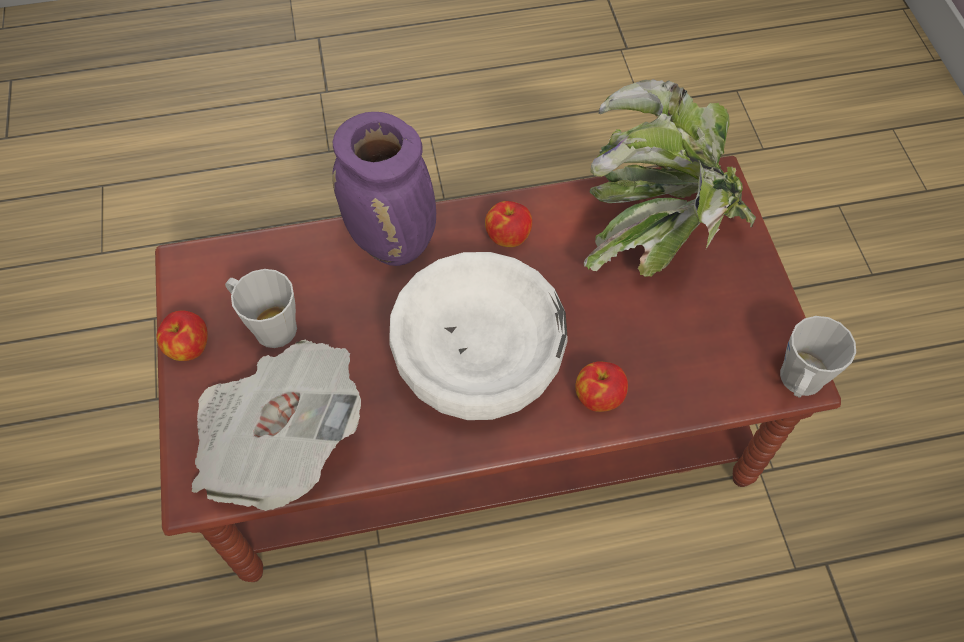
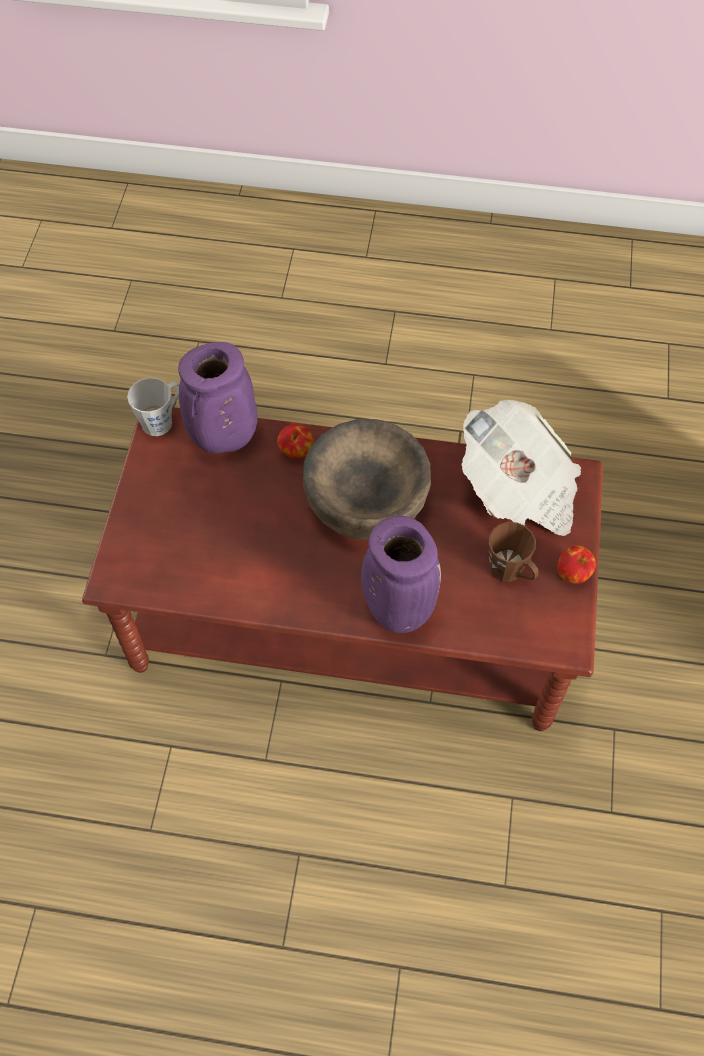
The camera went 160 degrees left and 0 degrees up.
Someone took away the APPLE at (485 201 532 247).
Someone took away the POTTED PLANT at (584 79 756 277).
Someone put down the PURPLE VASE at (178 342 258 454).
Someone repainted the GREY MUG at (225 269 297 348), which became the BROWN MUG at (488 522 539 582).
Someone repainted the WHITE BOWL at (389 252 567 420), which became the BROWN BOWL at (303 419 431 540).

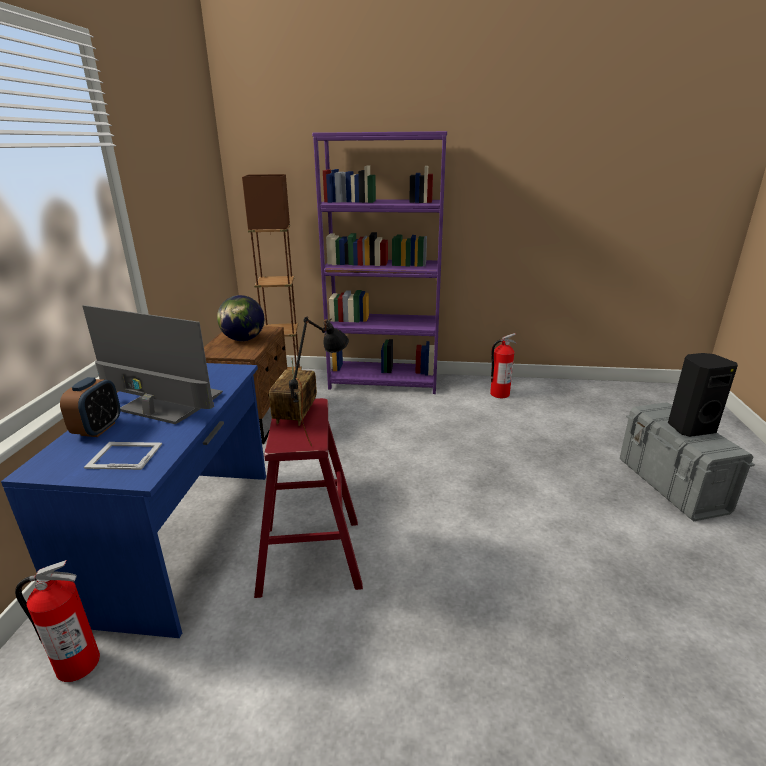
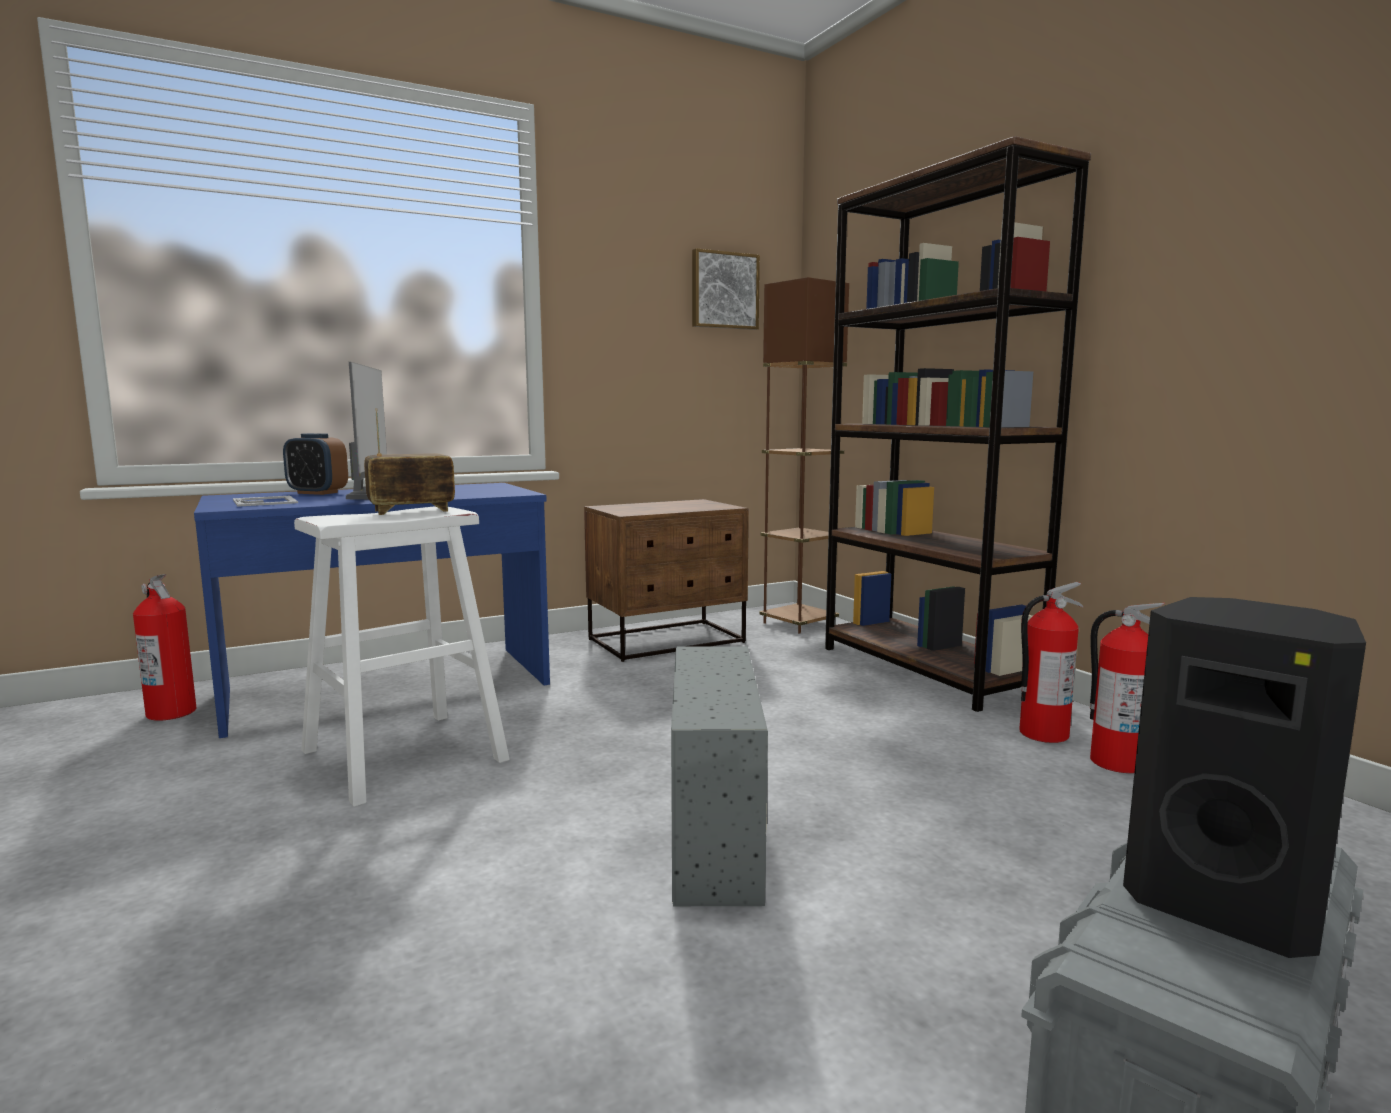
The camera went 55 degrees right and 15 degrees down.
Someone took away the GLOBE at (217 295 264 341).
Someone took away the BLACK TABLE LAMP at (289 317 349 447).
Someone put down the GREY STORAGE BOX at (671 646 768 906).
Someone put up the PICTURE at (692 248 760 330).
Someone put down the FIRE EXTINGUISHER at (1019 582 1083 743).
Someone repainted the RED STOOL at (254 398 363 598), which became the WHITE STOOL at (294 506 510 807).
Someone repainted the PURPLE BOOKCASE at (312 131 447 394), which became the BROWN BOOKCASE at (825 136 1091 712).
Someone rotated the ALARM CLOCK at (60 377 120 437) by 45 degrees clockwise.

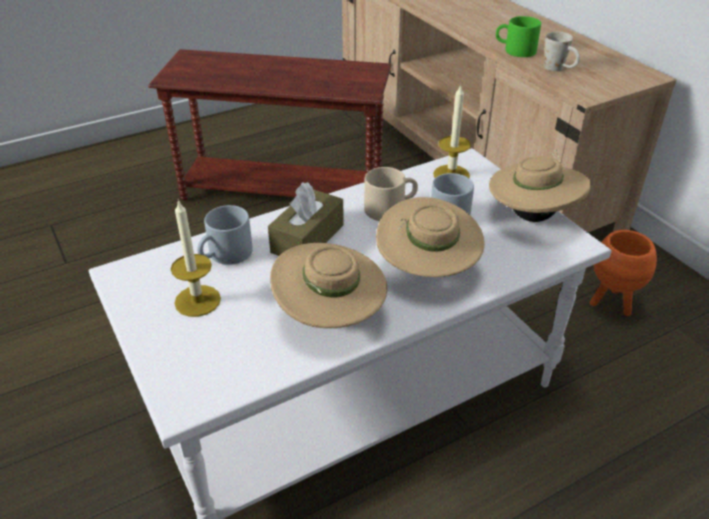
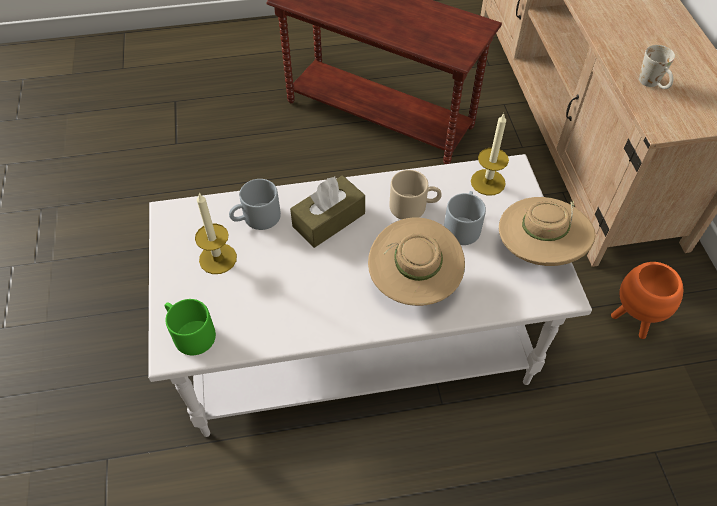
The camera went 20 degrees right and 15 degrees up.
Someone took away the BEIGE HAT at (270 243 388 328).
Someone carried the GREEN MUG from (496 16 541 57) to (164 299 216 355).

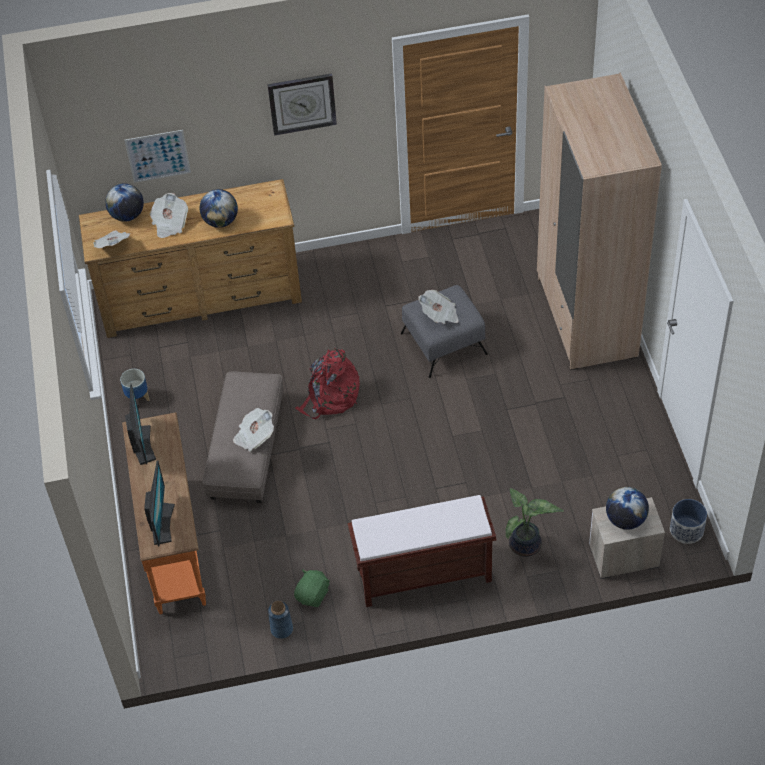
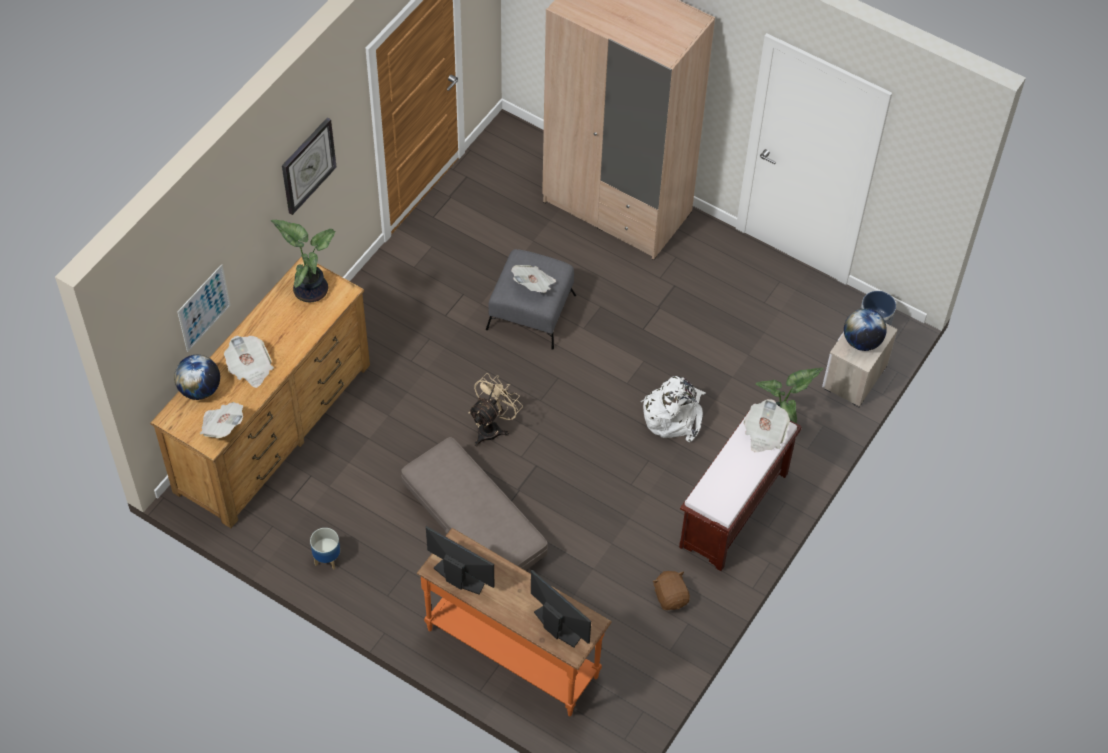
The camera went 50 degrees left and 5 degrees up.
Someone took away the GLOBE at (200 189 238 228).
Someone took away the BLUE VASE at (268 601 293 639).
Someone put down the POTTED PLANT at (271 220 335 302).
Someone put down the WHITE BACKPACK at (641 376 706 442).
Someone carried the NEWSPAPER from (233 408 274 452) to (744 399 790 452).
Someone swapped the RED BACKPACK at (295 348 360 419) for the BEIGE FAN at (468 373 523 447).
Someone repainted the GREEN PLUSH TOY at (294 569 330 607), which became the BROWN PLUSH TOY at (652 571 690 610).

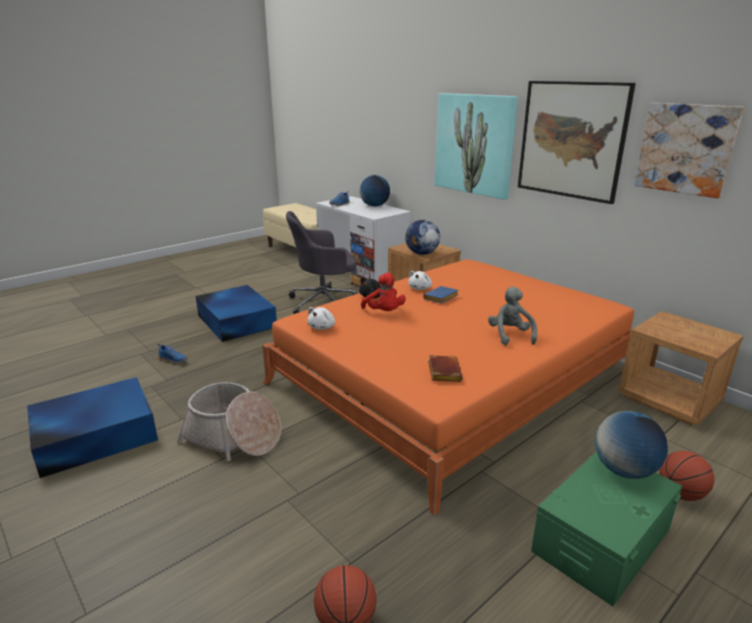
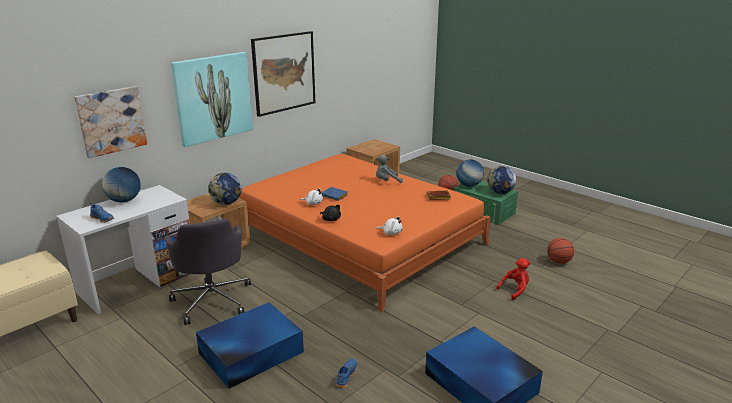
The camera went 95 degrees left and 0 degrees up.
Someone took away the BASKET at (177 382 282 461).
Someone put down the GLOBE at (487 166 516 194).
Someone carried the RED PLUSH TOY from (361 273 406 311) to (496 258 530 300).
Someone carried the PICTURE from (634 103 744 198) to (74 86 147 158).

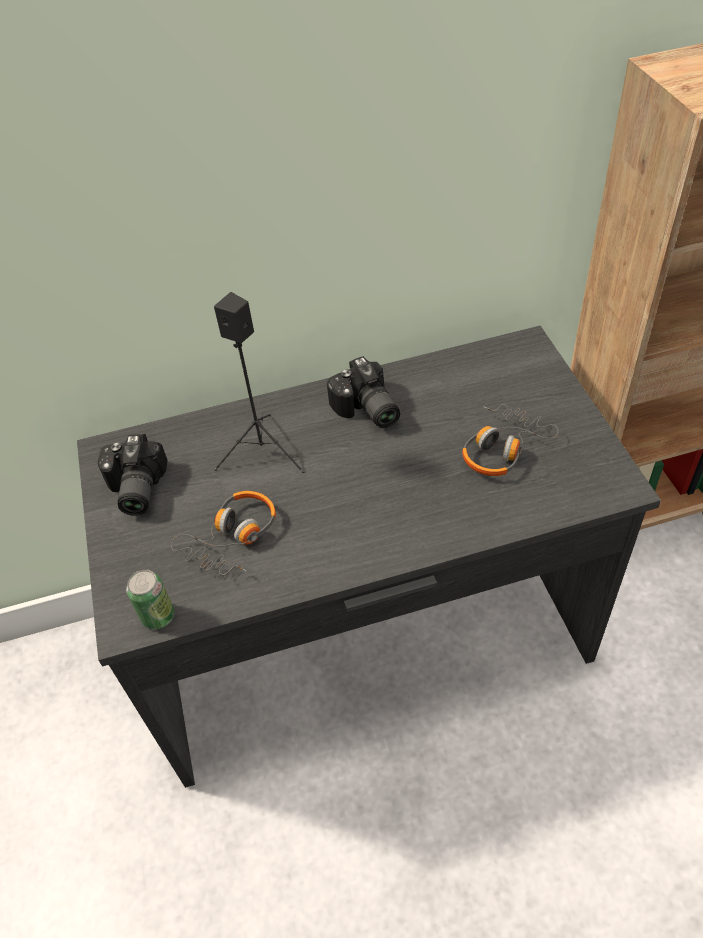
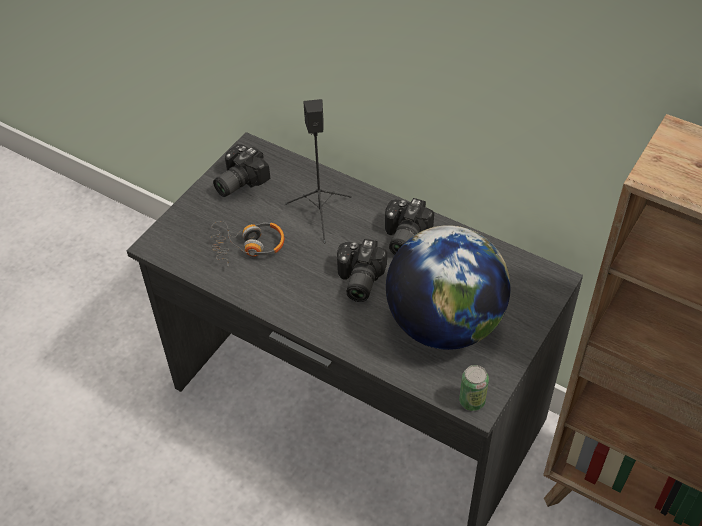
The camera went 45 degrees right and 0 degrees up.
Someone put down the PHOTO CAMERA at (337 239 387 302).
Someone carried the CAN from (126 569 174 629) to (459 365 489 411).
Someone swapped the HEADPHONES at (462 404 559 476) for the GLOBE at (386 225 511 350).

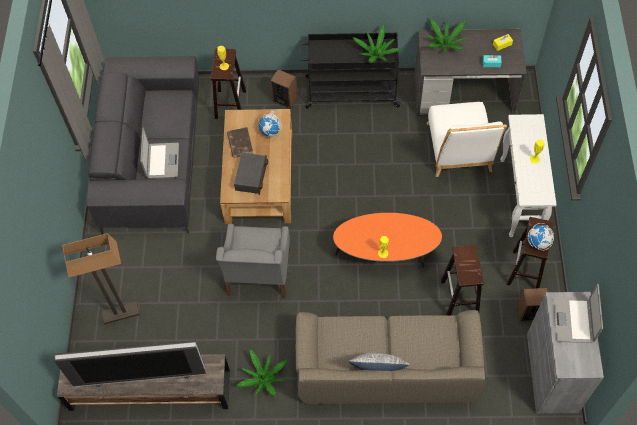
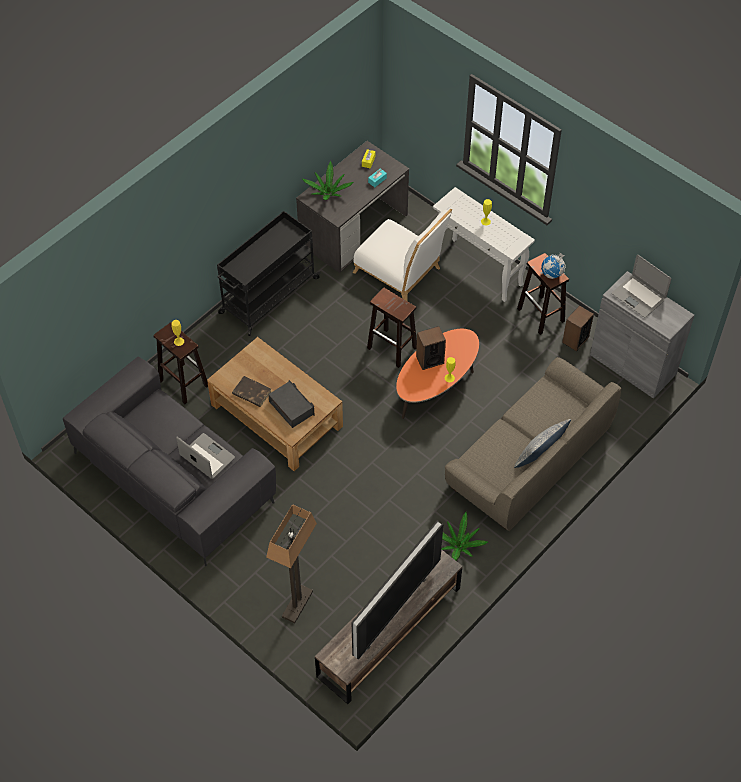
The camera went 50 degrees left and 5 degrees down.
Someone took away the GREY ARMCHAIR at (216 224 290 298).
Someone took away the GLOBE at (258 111 282 137).
Someone took away the POTTED PLANT at (353 25 402 63).
Someone carried the SPEAKER from (270 69 298 109) to (416 326 446 370).
Someone carried the BROWN STOOL from (441 245 484 315) to (367 287 417 368).

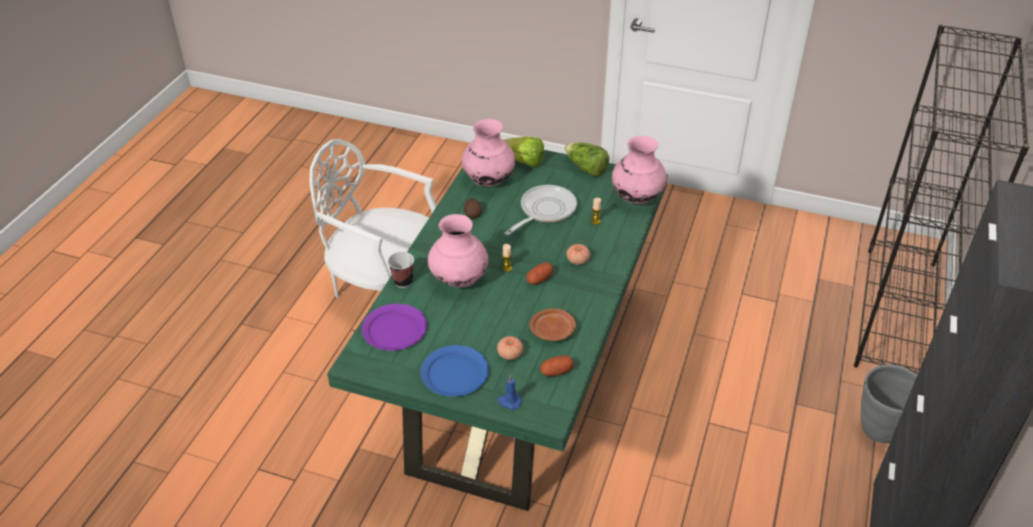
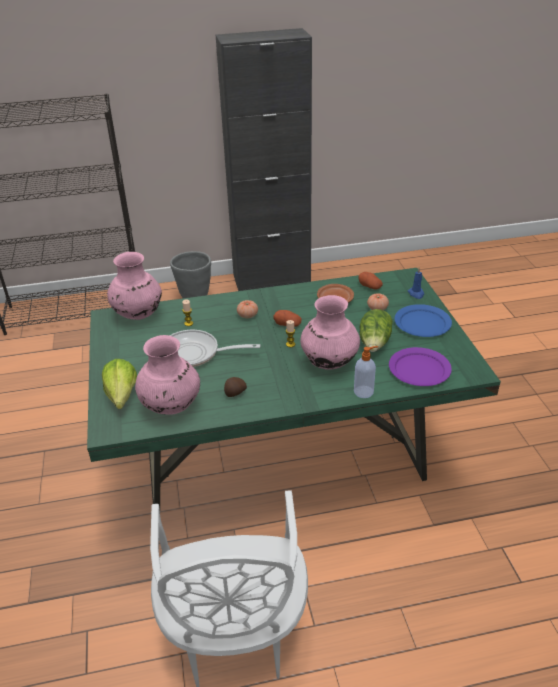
The camera went 120 degrees left and 5 degrees down.
Someone carried the LETTUCE from (565 143 610 176) to (359 309 393 352).
Someone swapped the CUP at (388 252 414 288) for the SOAP DISPENSER at (354 346 378 398).

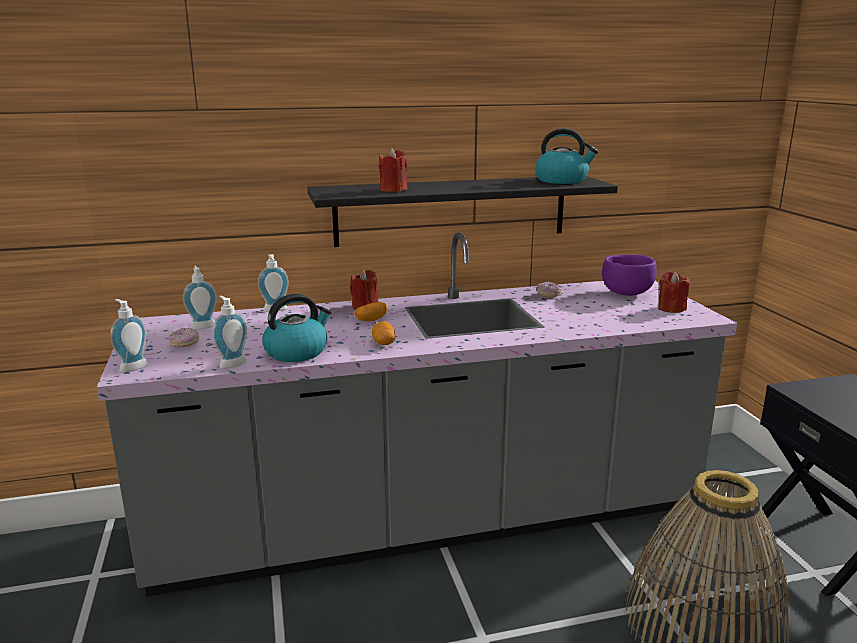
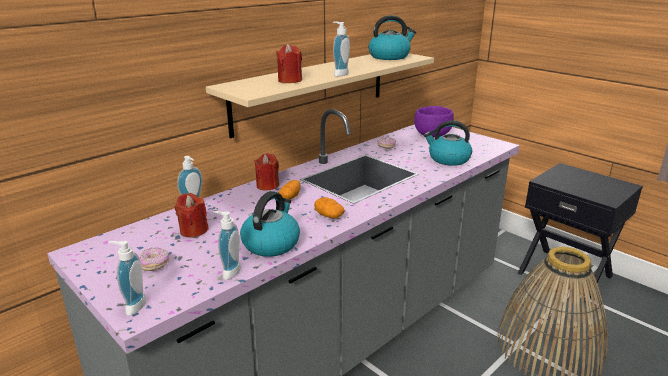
The camera went 30 degrees left and 5 degrees up.
Someone put down the KETTLE at (424 120 472 166).
Someone carried the SOAP DISPENSER from (183 266 217 329) to (333 21 350 77).
Someone carried the RED CANDLE from (658 271 689 313) to (175 193 209 237).
Someone repainted the BLACK SHELF at (307 176 618 247), which became the BEIGE SHELF at (206 53 434 138).

